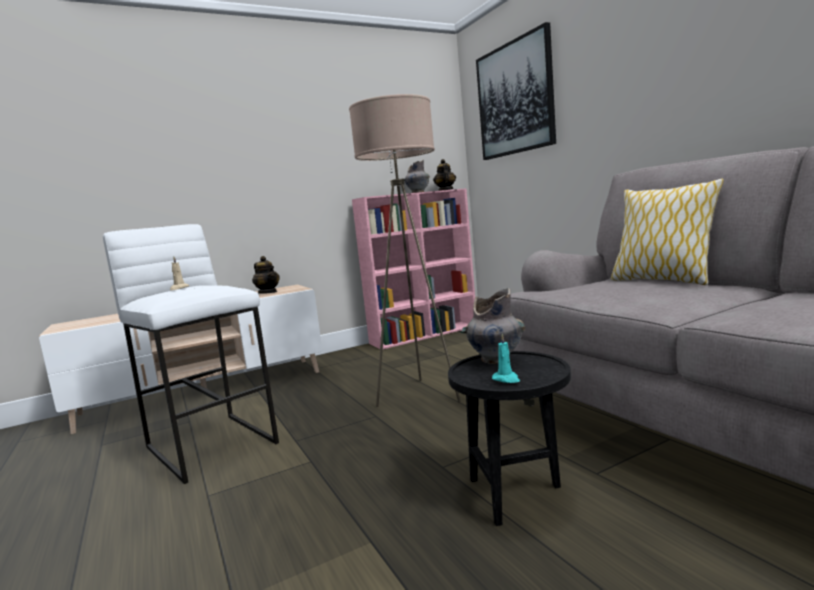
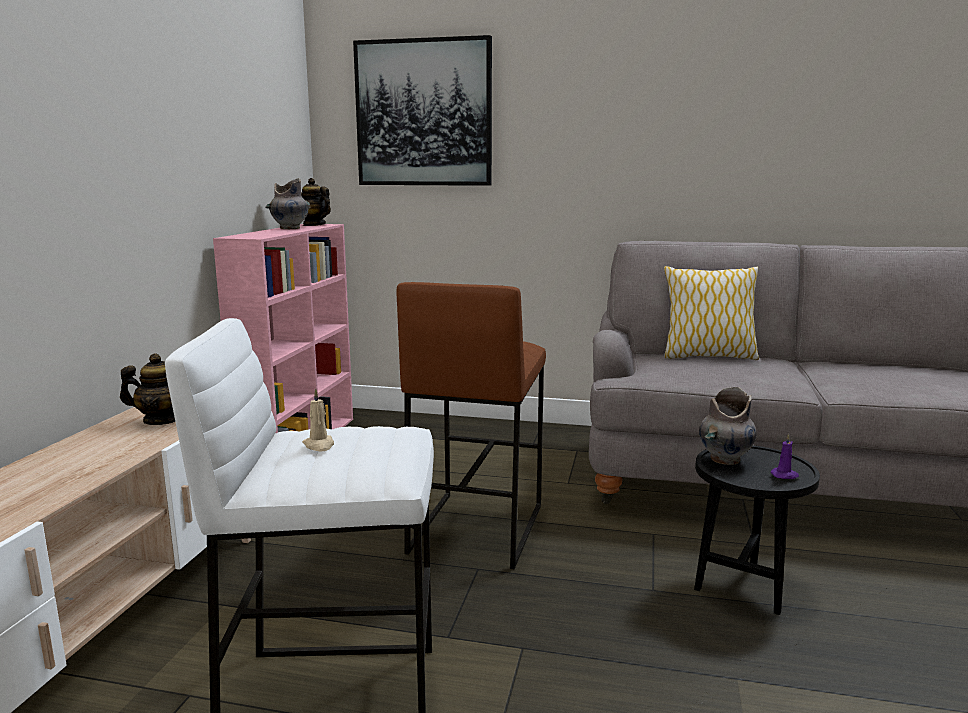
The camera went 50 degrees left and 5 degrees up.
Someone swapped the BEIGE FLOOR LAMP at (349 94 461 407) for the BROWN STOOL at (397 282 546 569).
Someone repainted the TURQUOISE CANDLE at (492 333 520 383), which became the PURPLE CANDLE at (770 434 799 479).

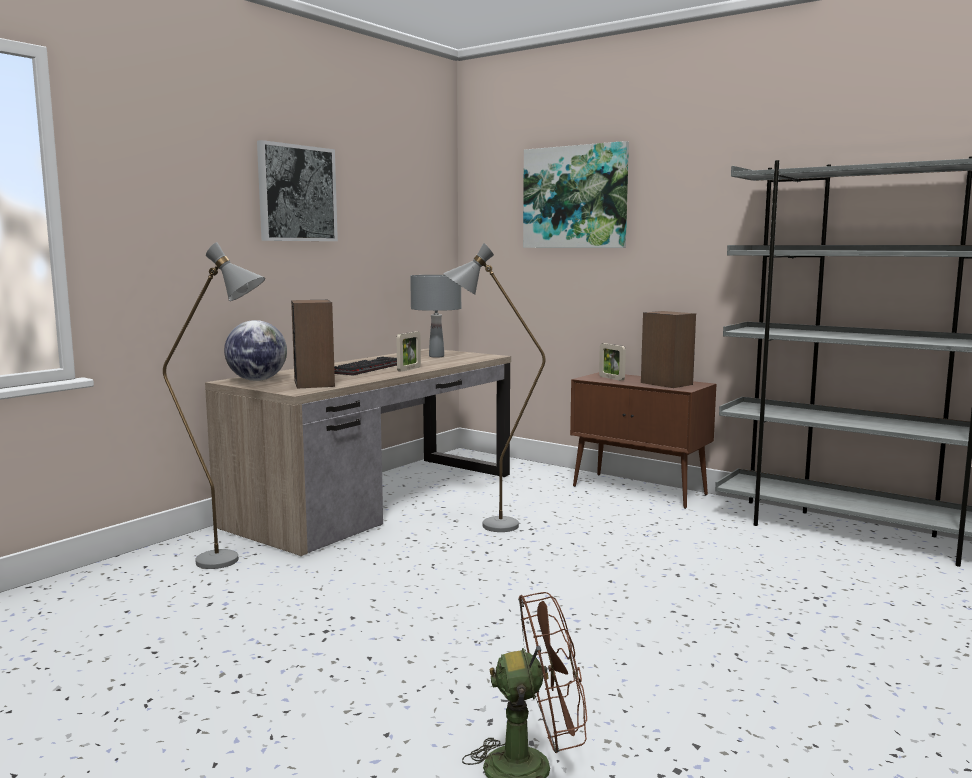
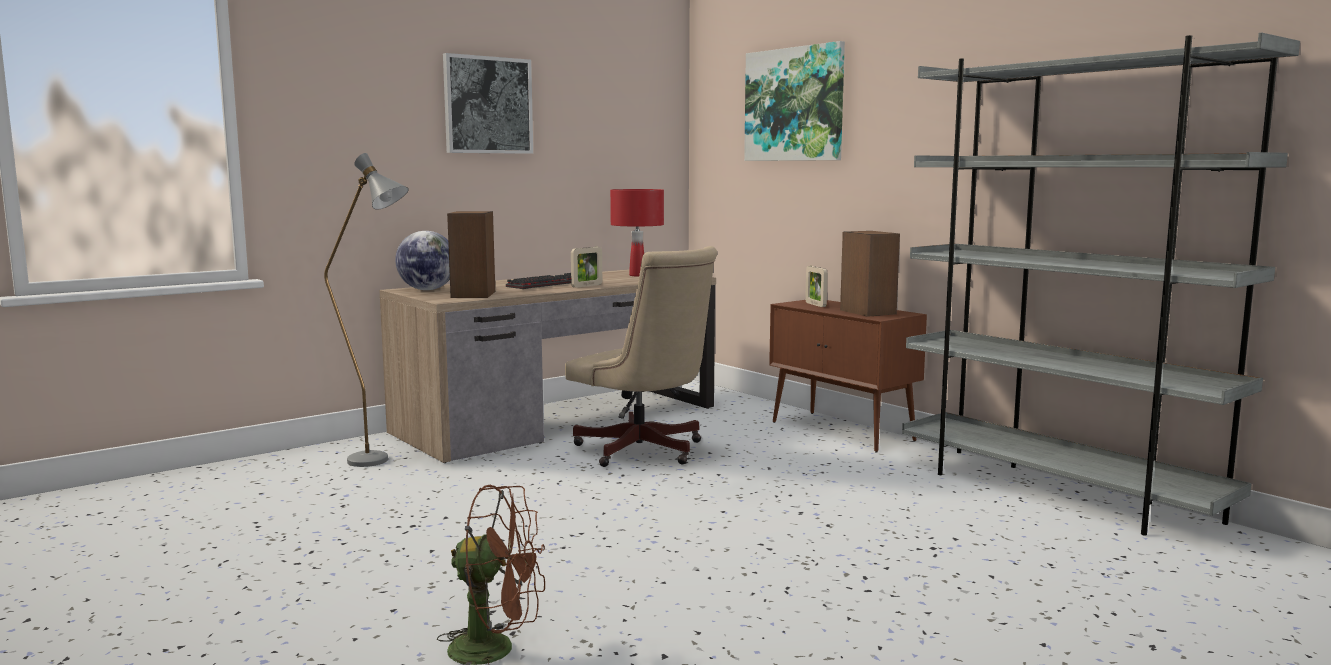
The camera went 15 degrees right and 0 degrees up.
Someone swapped the GREY FLOOR LAMP at (443 243 546 532) for the BEIGE OFFICE CHAIR at (565 246 717 467).
Someone repainted the GREY TABLE LAMP at (410 275 461 358), which became the RED TABLE LAMP at (610 189 664 276).

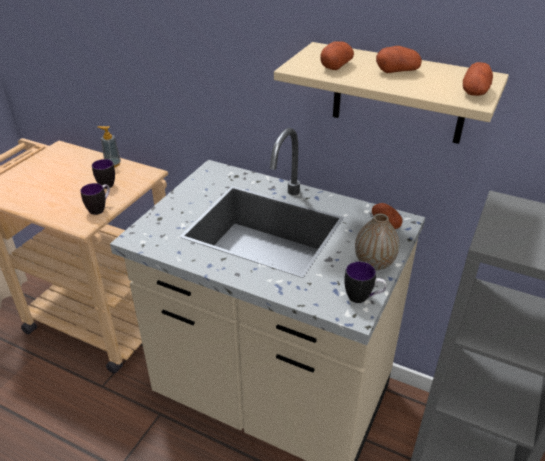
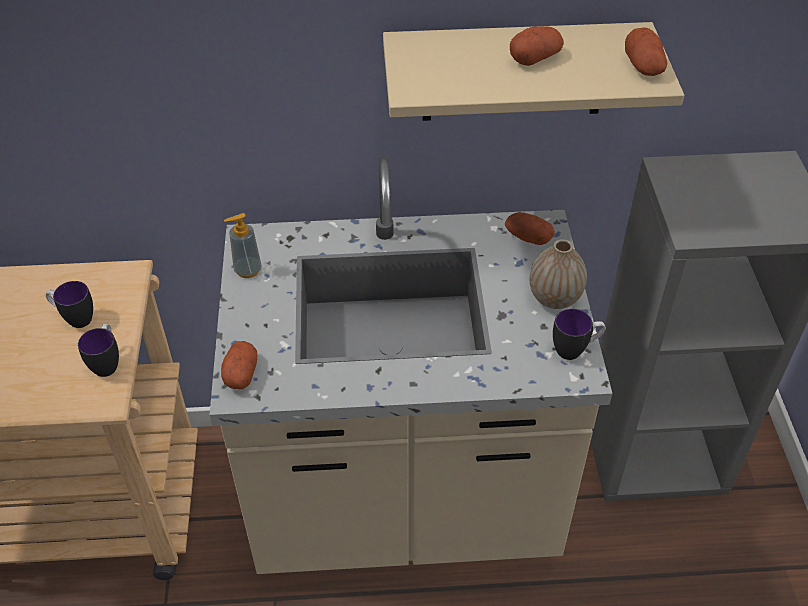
The camera went 30 degrees left and 10 degrees up.
Someone carried the SOAP DISPENSER from (97 126 121 167) to (224 213 262 278).
Someone carried the POTATO from (320 42 354 70) to (221 341 257 389).

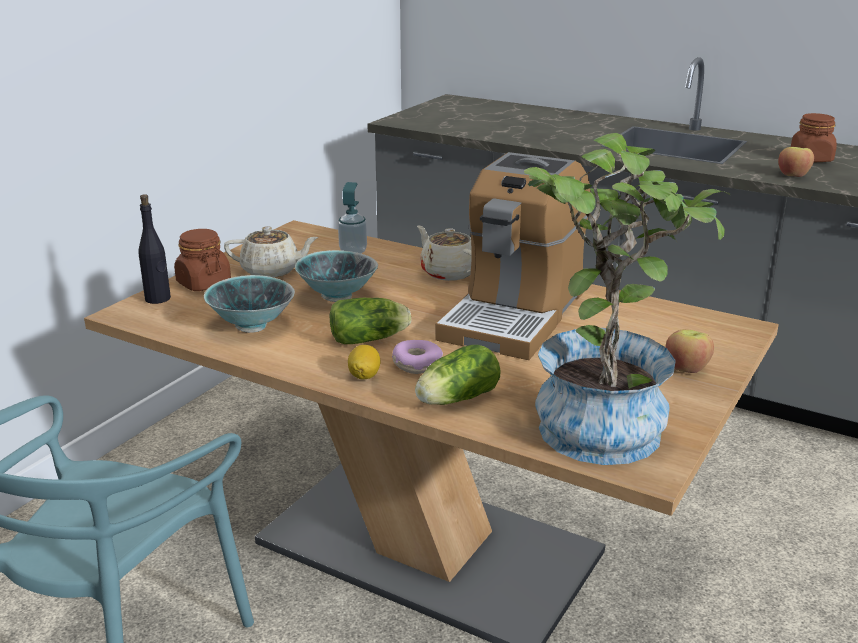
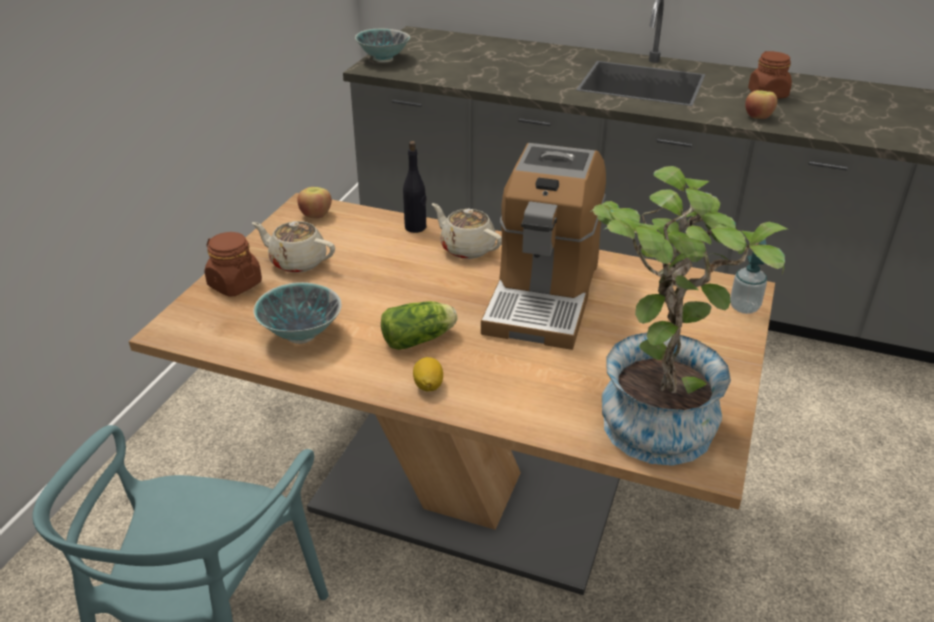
The camera went 10 degrees left and 10 degrees up.
Someone took away the DONUT at (392 340 443 374).
Someone took away the LETTUCE at (415 345 501 405).
Someone carried the BLACK BOTTLE from (138 194 171 304) to (403 141 426 233).
Someone carried the BOWL from (295 250 378 302) to (355 29 410 63).
Someone carried the SOAP DISPENSER from (338 182 367 254) to (730 239 767 314).
Someone carried the APPLE from (666 329 714 373) to (297 187 332 218).
Someone rotated the BEIGE TEAPOT at (224 226 319 278) by 150 degrees counterclockwise.

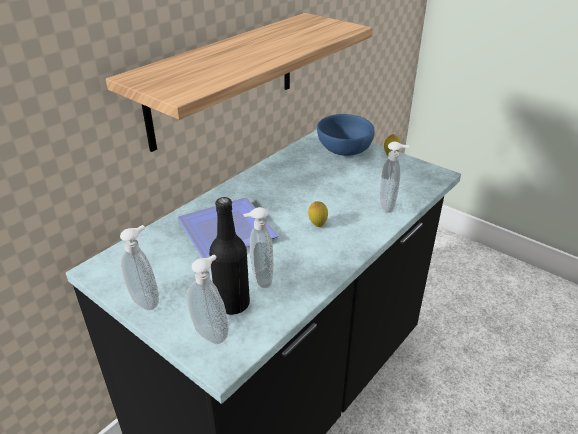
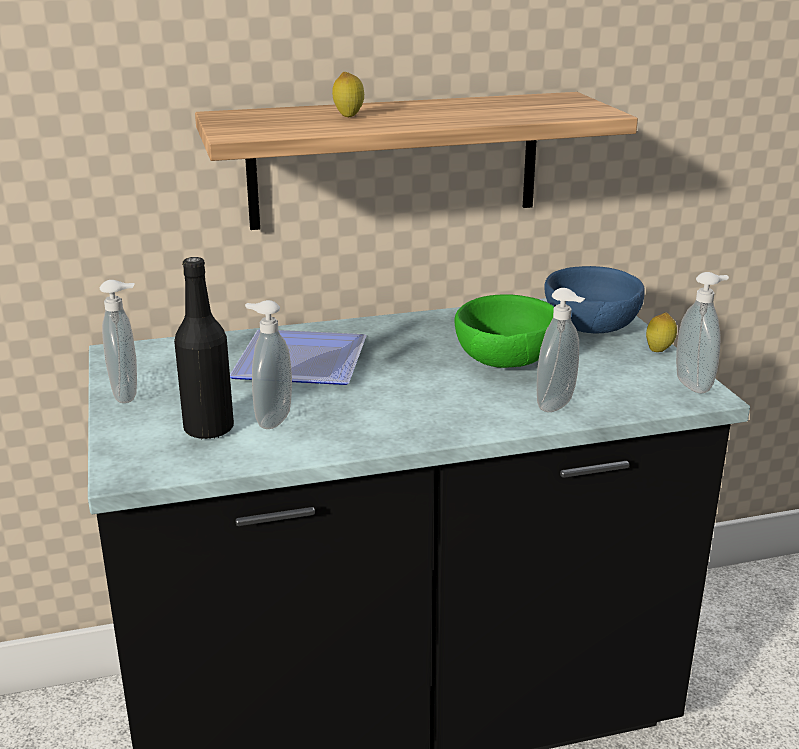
The camera went 35 degrees right and 10 degrees down.
Someone put down the GREEN BOWL at (455 294 554 368).
Someone carried the SOAP DISPENSER from (187 254 229 344) to (676 272 729 393).
Someone carried the LEMON from (308 201 328 227) to (332 72 364 117).

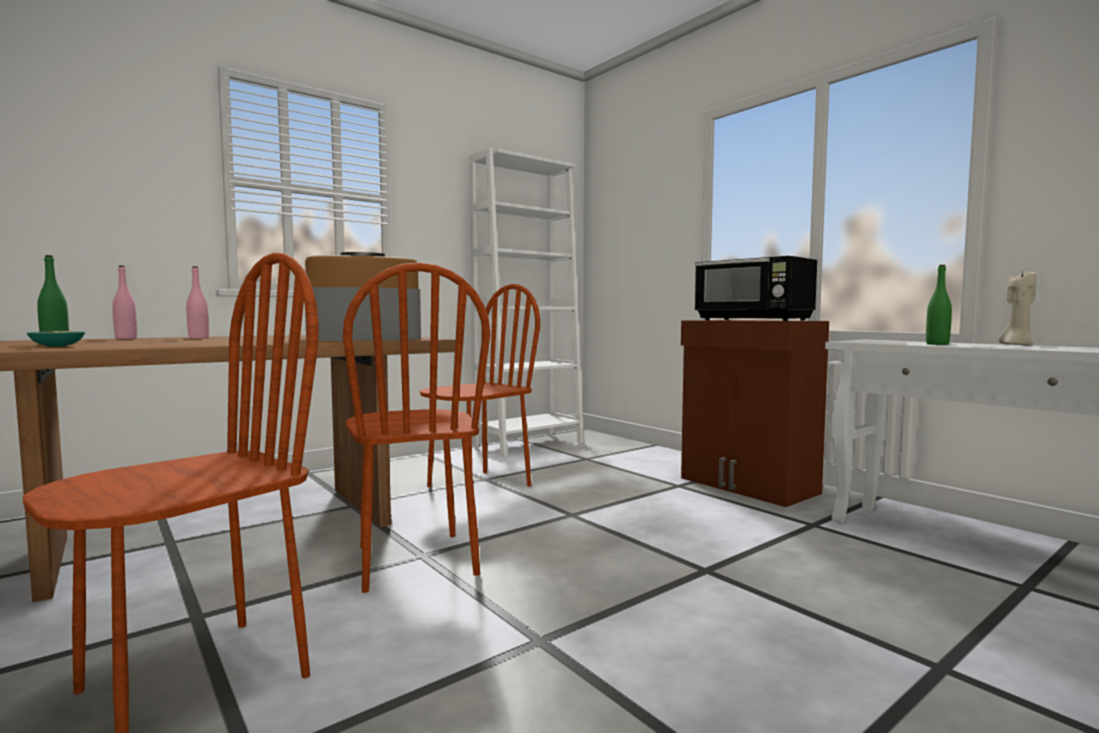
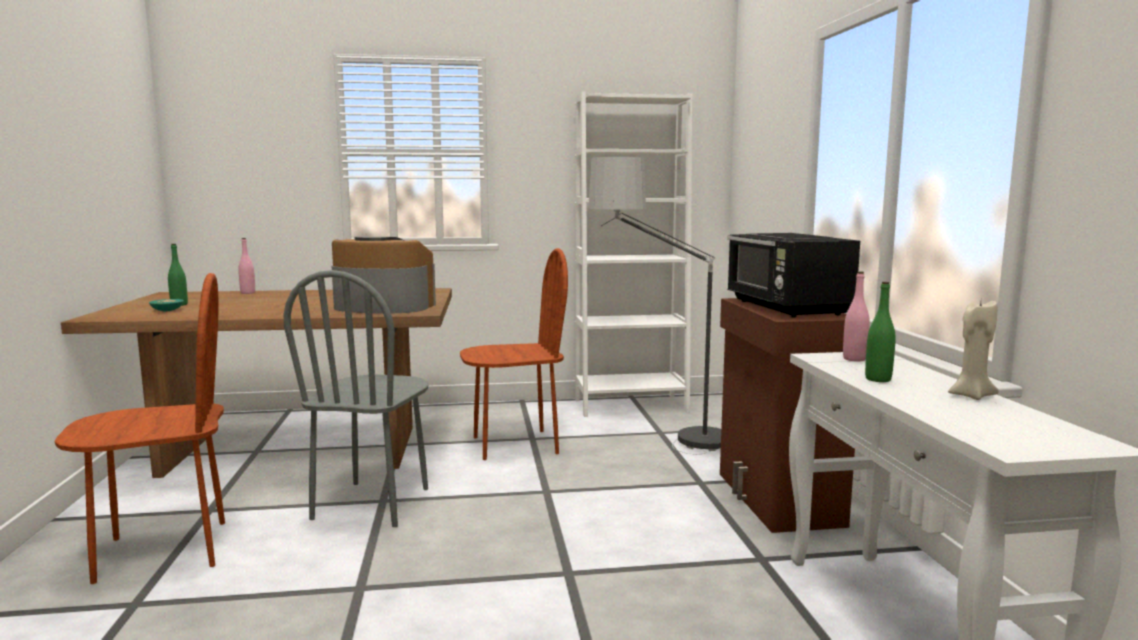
The camera went 30 degrees right and 5 degrees up.
Someone put down the FLOOR LAMP at (589 157 721 455).
Someone carried the PINK BOTTLE from (186 266 209 339) to (843 272 870 362).
Someone repainted the BROWN CHAIR at (343 262 490 593), which became the GREY CHAIR at (284 270 428 527).

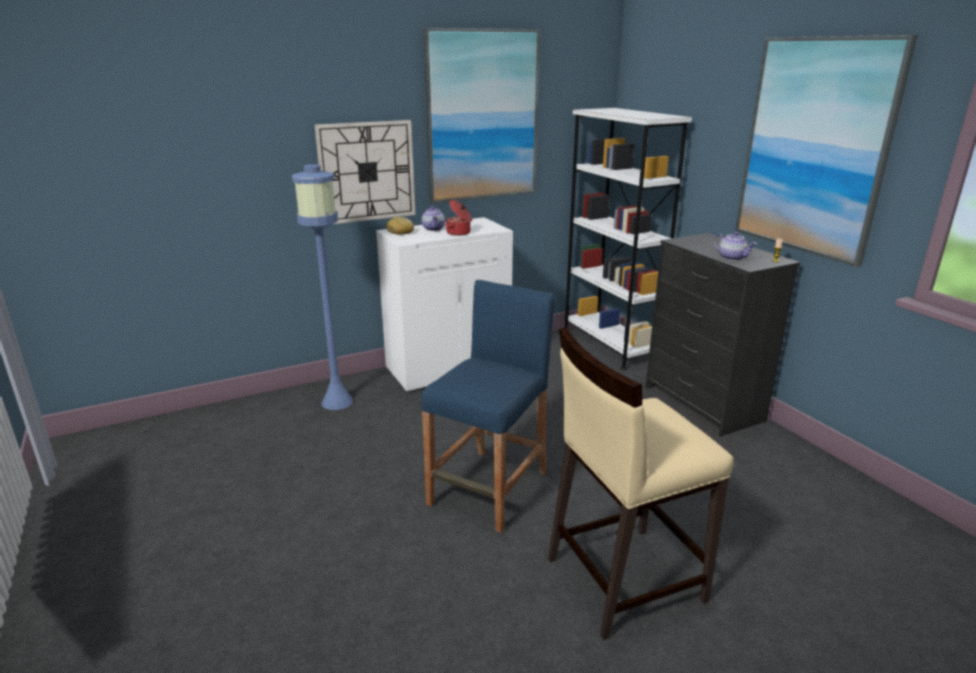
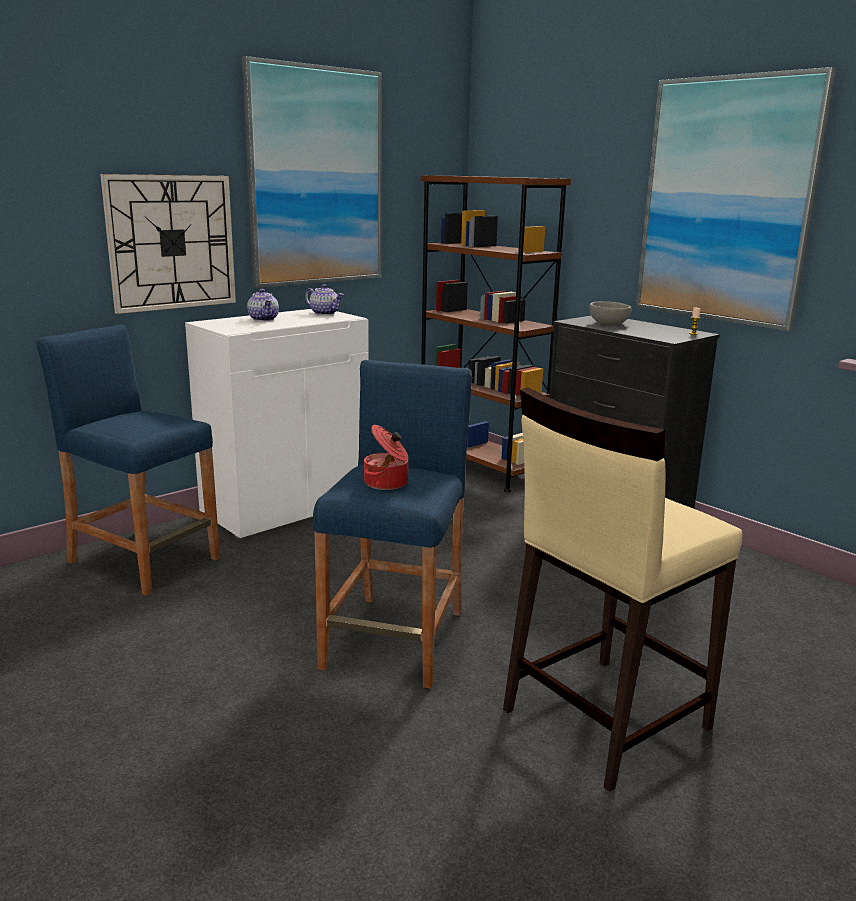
The camera went 15 degrees left and 5 degrees down.
Someone took away the BREAD at (386 217 414 235).
Someone put down the GREY BOWL at (589 301 632 325).
Someone carried the COOKING POT from (445 200 472 236) to (364 425 408 490).
Someone carried the TEAPOT from (713 232 757 261) to (305 284 344 315).
Someone swapped the BLUE FLOOR LAMP at (292 164 353 410) for the BLUE STOOL at (36 324 220 596).
Someone repainted the WHITE BOOKCASE at (565 108 692 370), which became the BROWN BOOKCASE at (421 175 571 492).

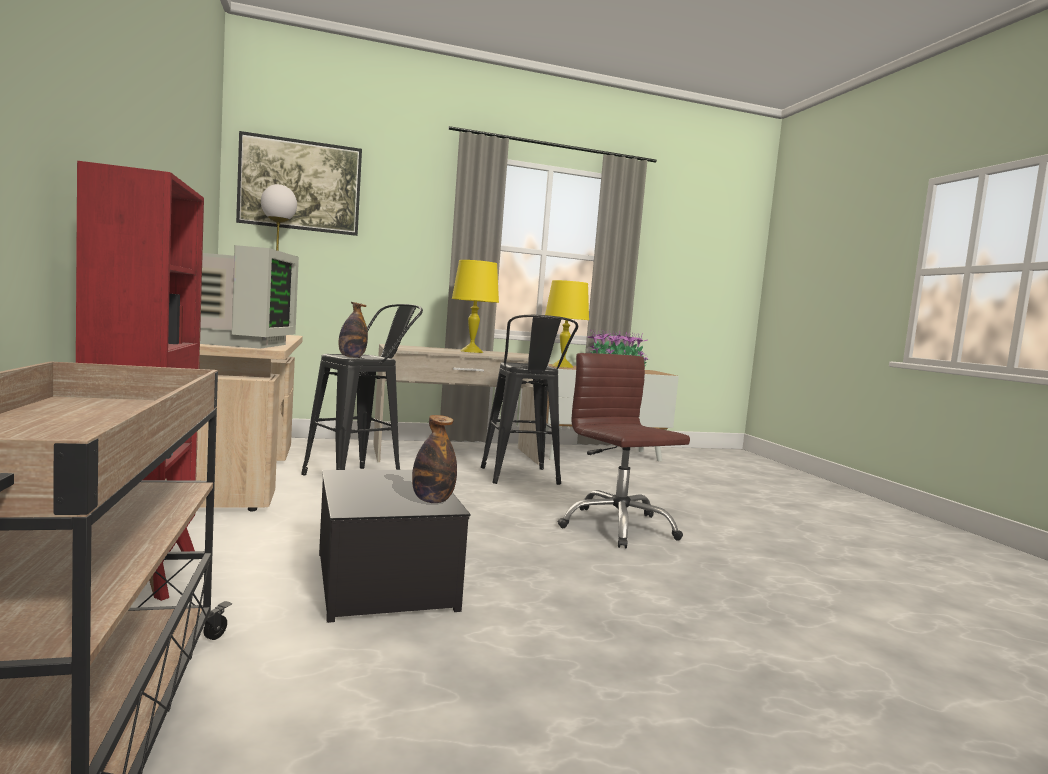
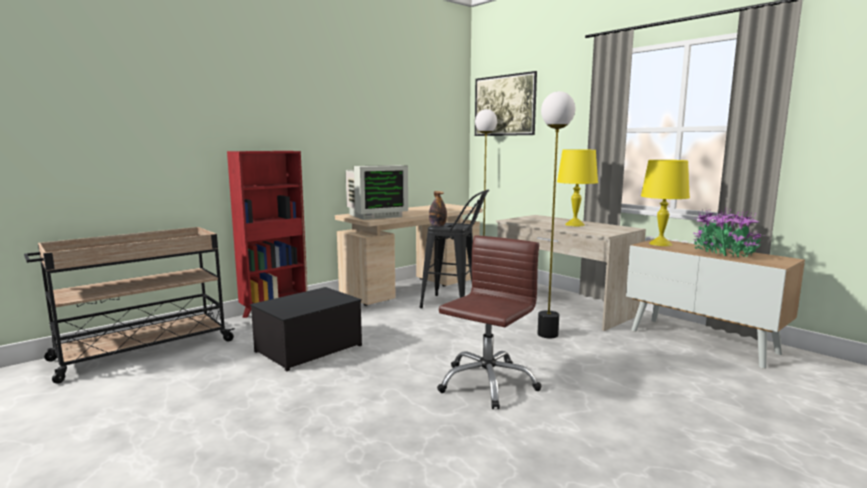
The camera went 65 degrees right and 5 degrees up.
Someone took away the BOTTLE at (412 415 457 503).
Someone swapped the BLACK STOOL at (481 315 578 485) for the FLOOR LAMP at (538 91 575 338).

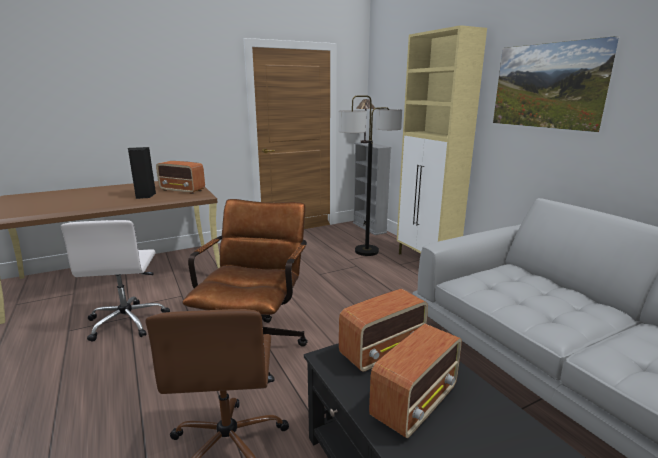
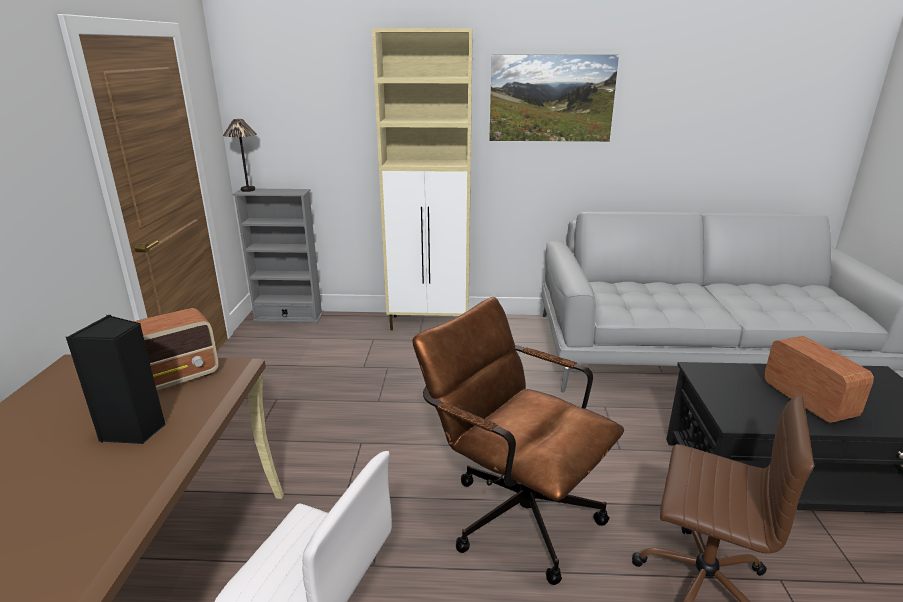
The camera went 60 degrees left and 5 degrees up.
Someone took away the FLOOR LAMP at (339 96 402 256).
Someone took away the RADIO at (339 289 428 372).

